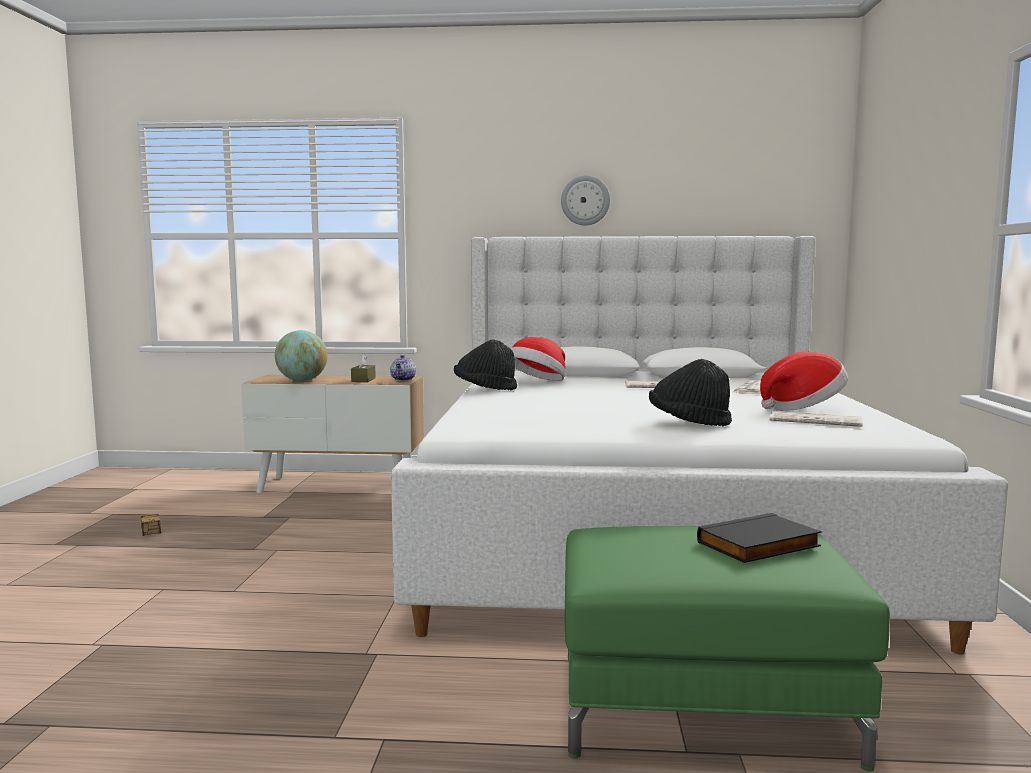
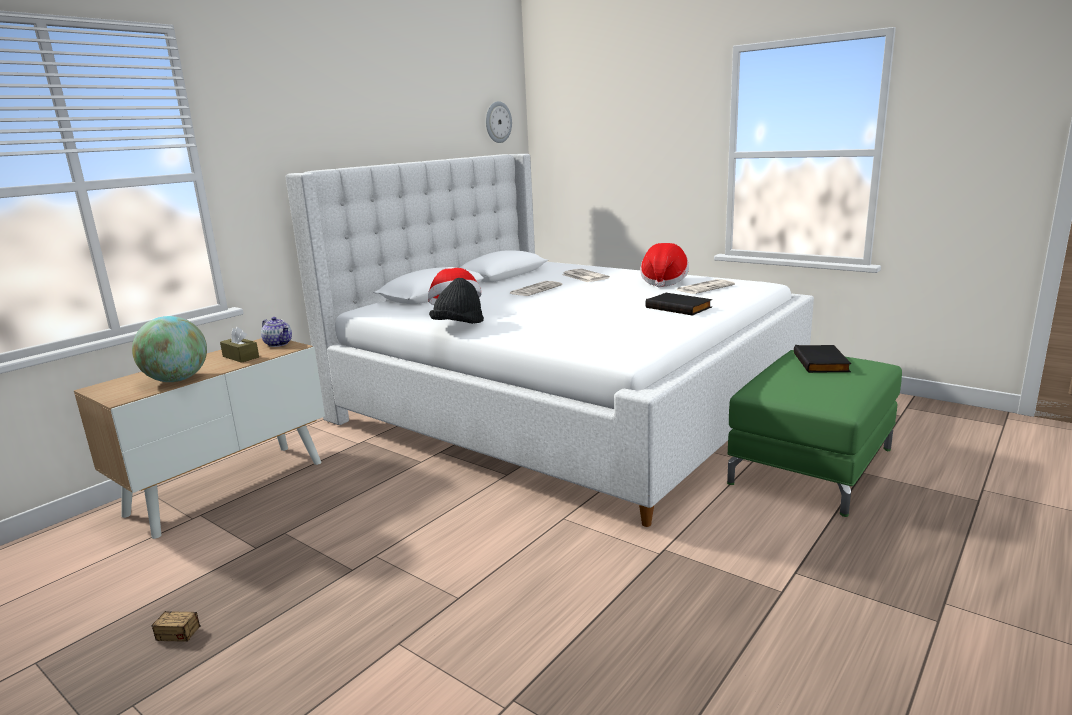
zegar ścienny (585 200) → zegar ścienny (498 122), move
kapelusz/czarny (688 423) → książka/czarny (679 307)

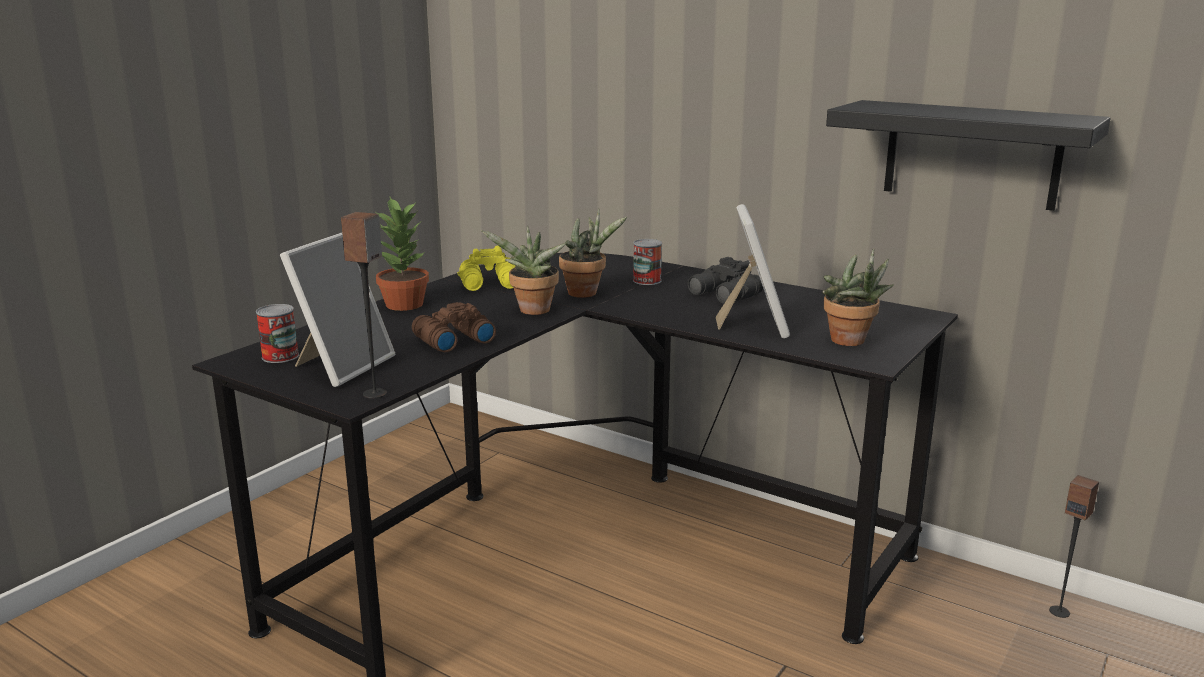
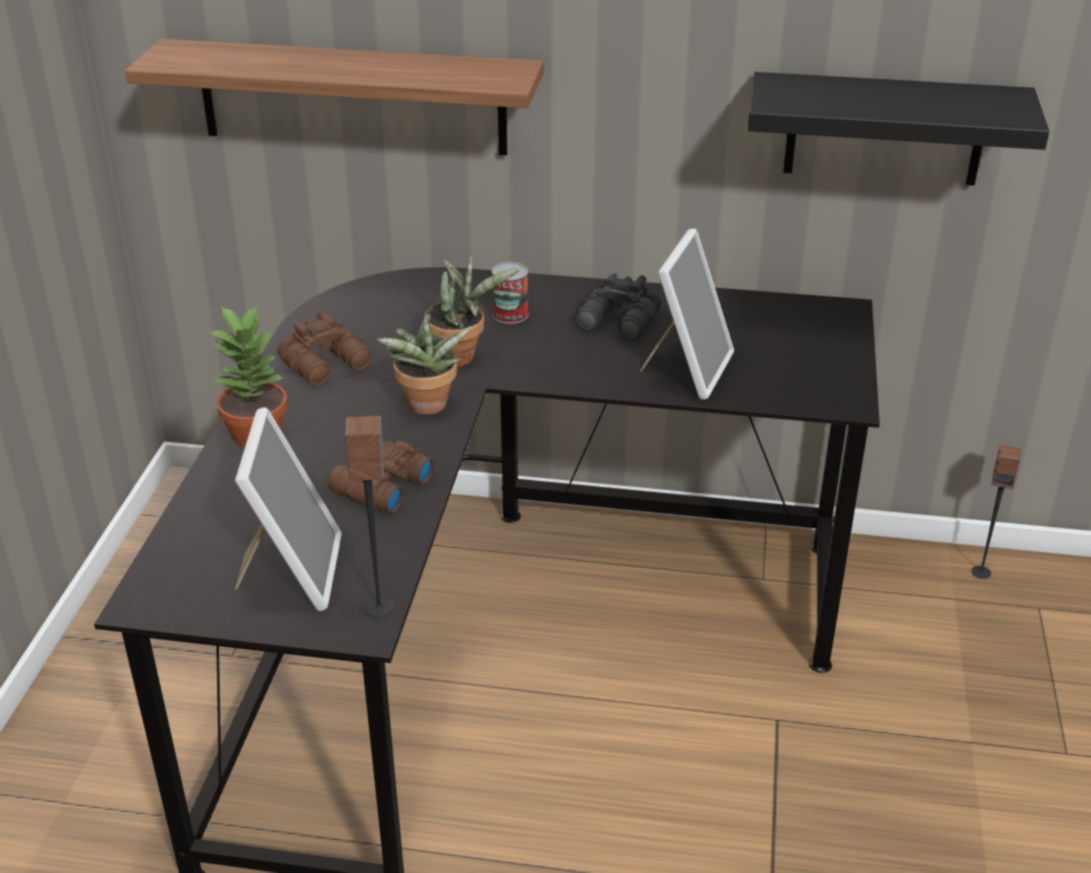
puszka (280 356) → -
roślina doniczkowa (851 342) → -
- → półka (352 97)
lornetka/żółty (491 284) → lornetka/brązowy (328 365)
ramka na zdjęcie (753 324) → ramka na zdjęcie (687 369), 45 degrees clockwise

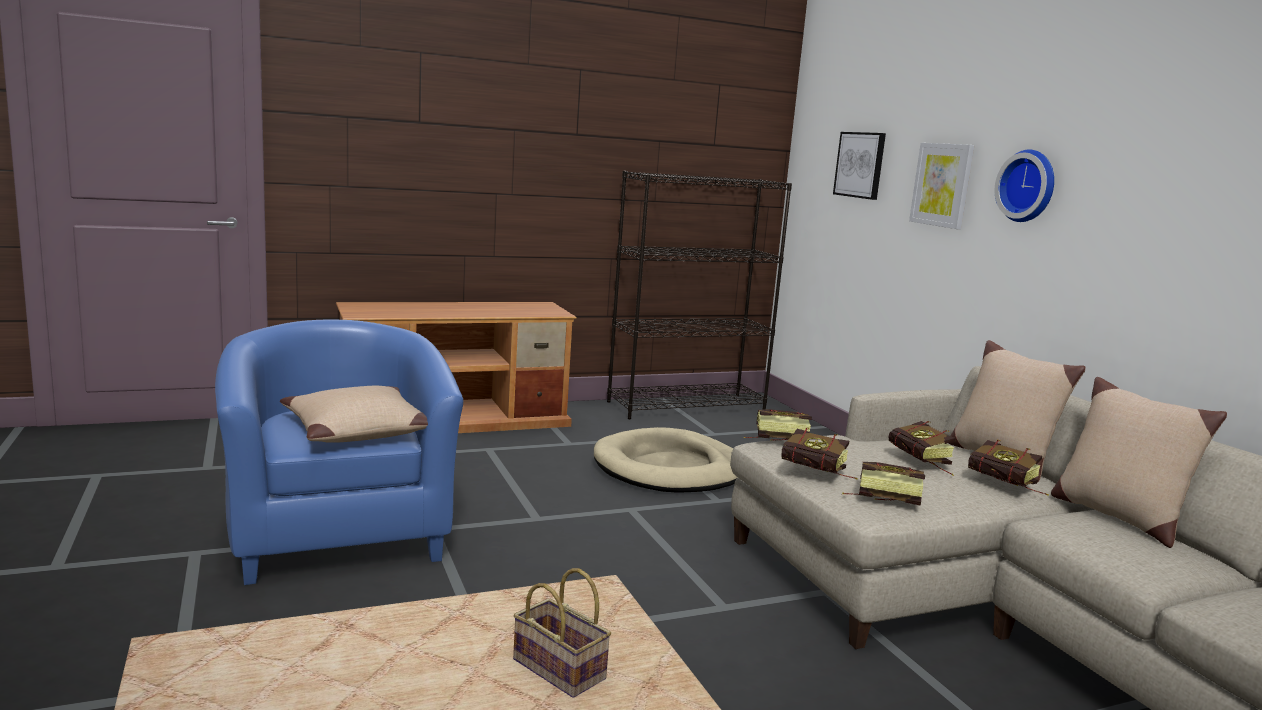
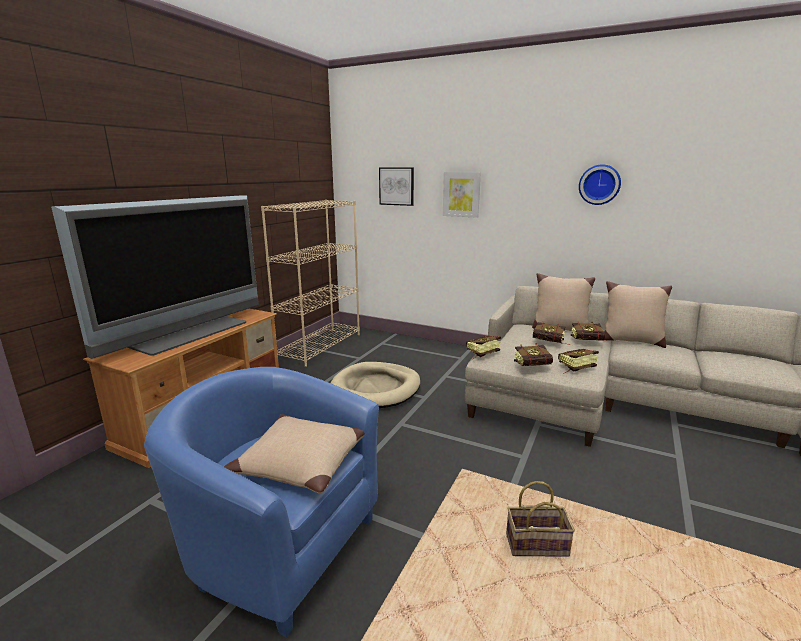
- → telewizor (190 333)
zegar ścienny (1029 186) → zegar ścienny (599 184), move
regał/czarny (687 406) → regał/beżowy (320 346)

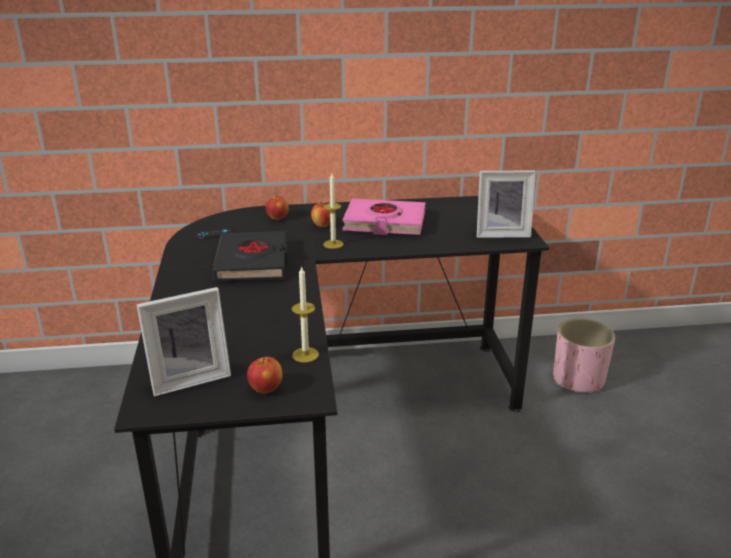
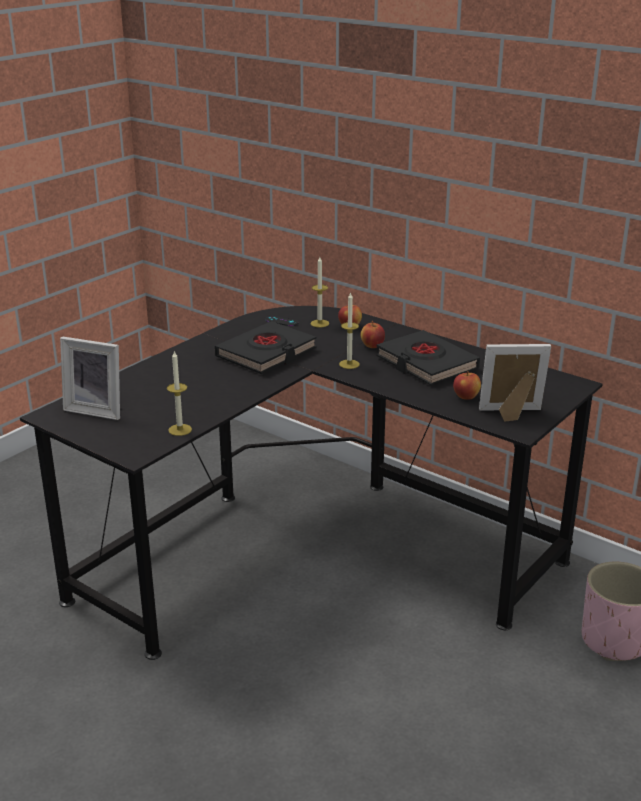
- → świeca (319 323)
jabłko (265 388) → jabłko (466 397), move
książka/różowy (384 223) → książka/czarny (426 363)
ramka na zdjęcie (501 233) → ramka na zdjęcie (512 414), 135 degrees clockwise

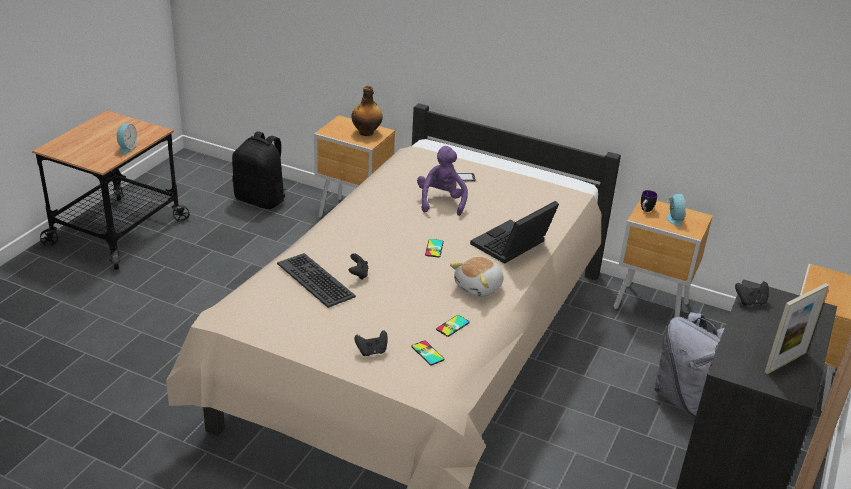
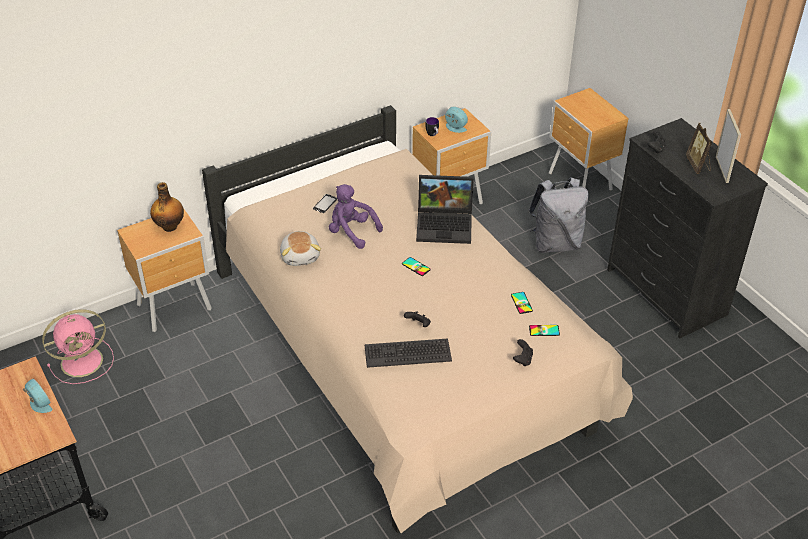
- → ramka na zdjęcie (698 165)
pluszak (479 287) → pluszak (300 256), move
plecak/czarny (261 200) → wentylator/różowy (84 361)
laptop (511 246) → laptop (446 224), 75 degrees counterclockwise

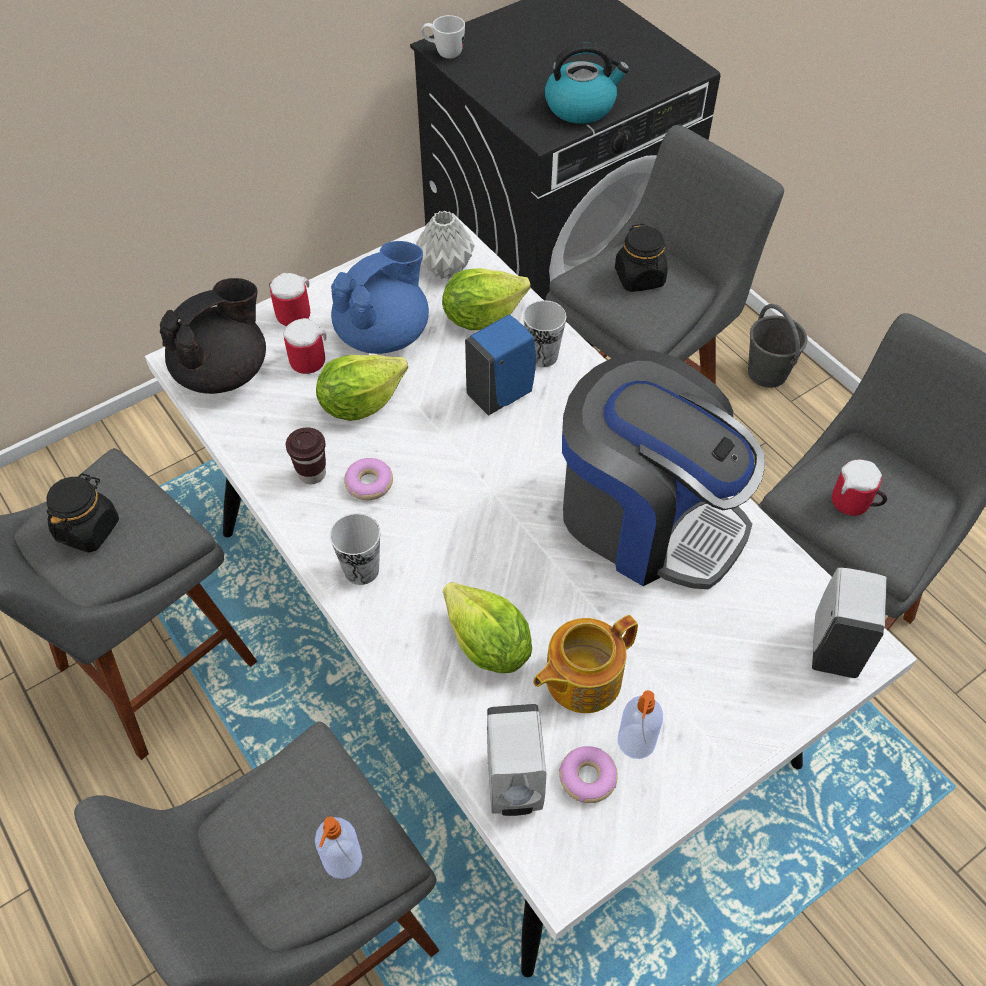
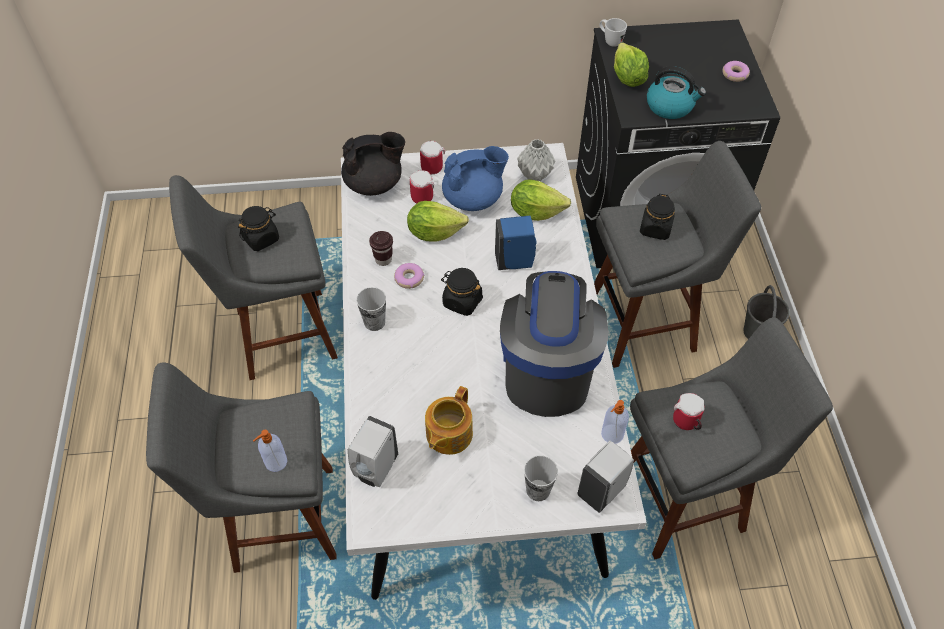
- → słoik/czarny (462 301)
sałata (487 646) → sałata (627 78), move
filiżanka (542 356) → filiżanka (538 490), move
donut (587 778) → donut (734 74), move
dozownik mydła (636 743) → dozownik mydła (611 434), move
imbryk (581 678) → imbryk (448 434), 60 degrees counterclockwise
ekspres do kawy (647 518) → ekspres do kawy (547 368), 150 degrees counterclockwise

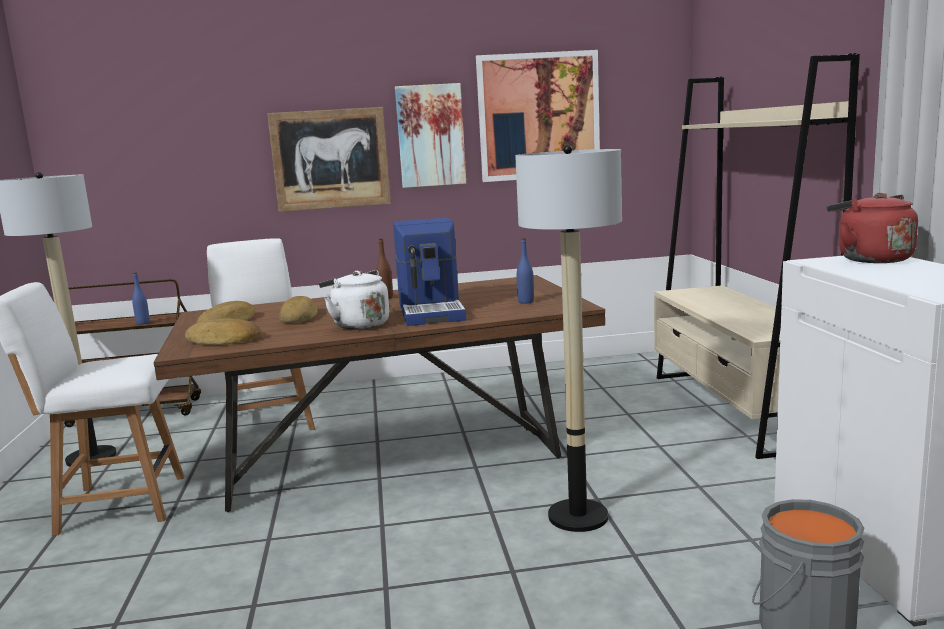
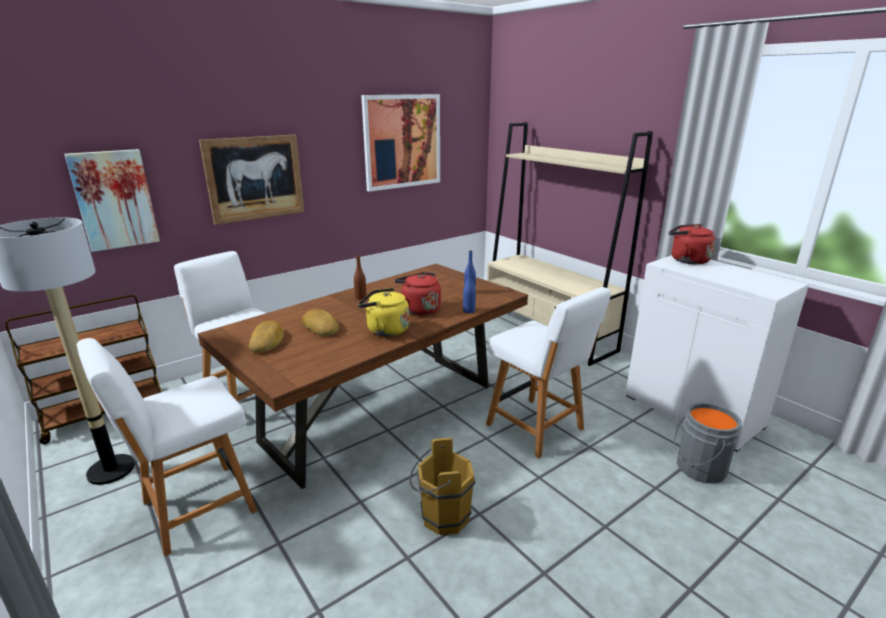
chleb (223 340) → -
- → wiadro/brązowy (441 517)
butelka/niebieski (143 323) → butelka/niebieski (469 311), move
obraz (430 135) → obraz (114 200), move
ekspres do kawy (432 311) → czajnik/czerwony (419 309)
lampa stojąca (577 516) → krzesło/biały (537 428)
czajnik/biały (358 325) → czajnik/żółty (385 330)

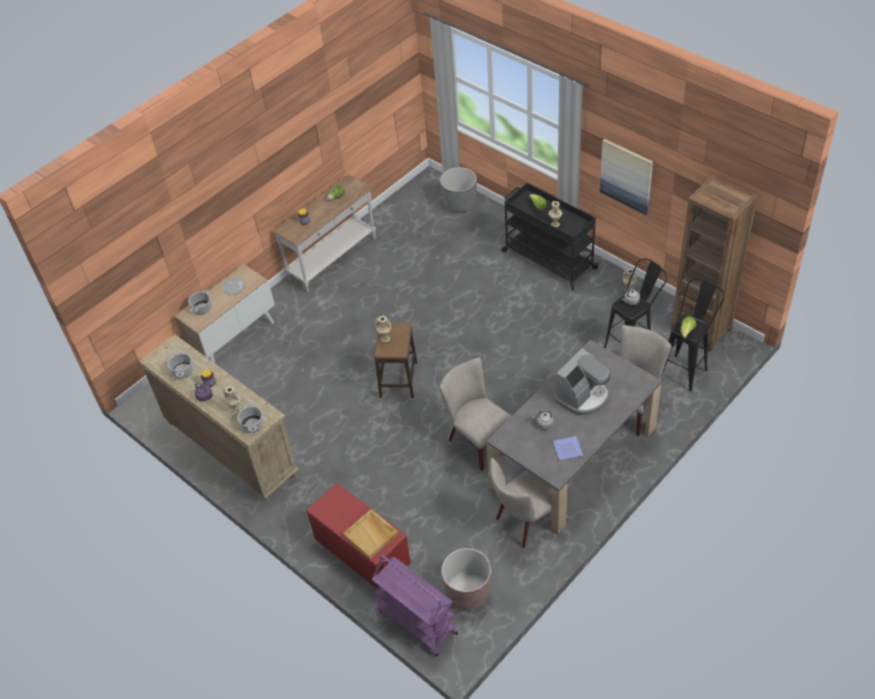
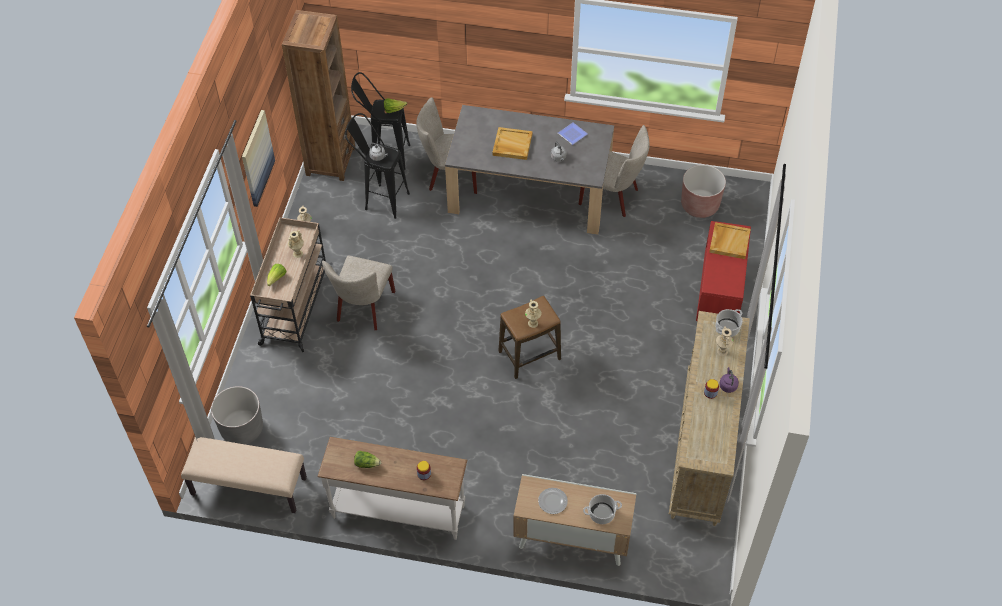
garnek (182 371) → -
wózek/fioletowy (416 621) → -
- → ławka/beżowy (248 487)
krzesło/beżowy (477 440) → krzesło/beżowy (363 309), move
ekspres do kawy (583 396) → taca/beżowy (512 145)
wózek/czarny (548 259) → wózek/beżowy (295 308)

